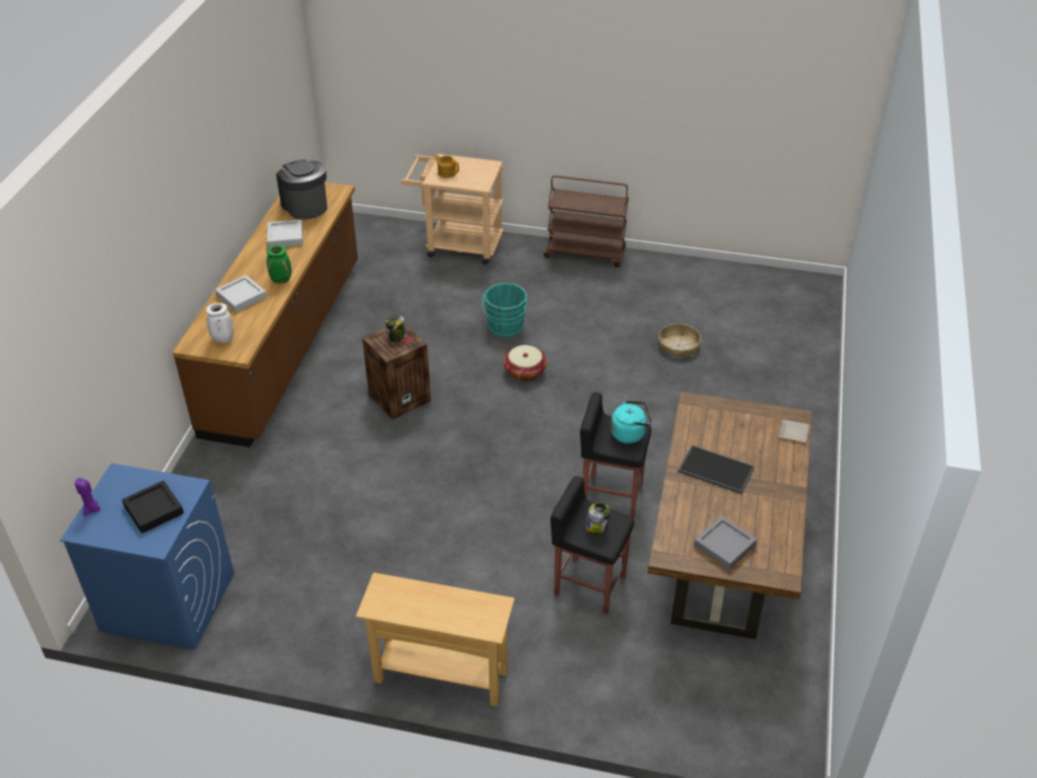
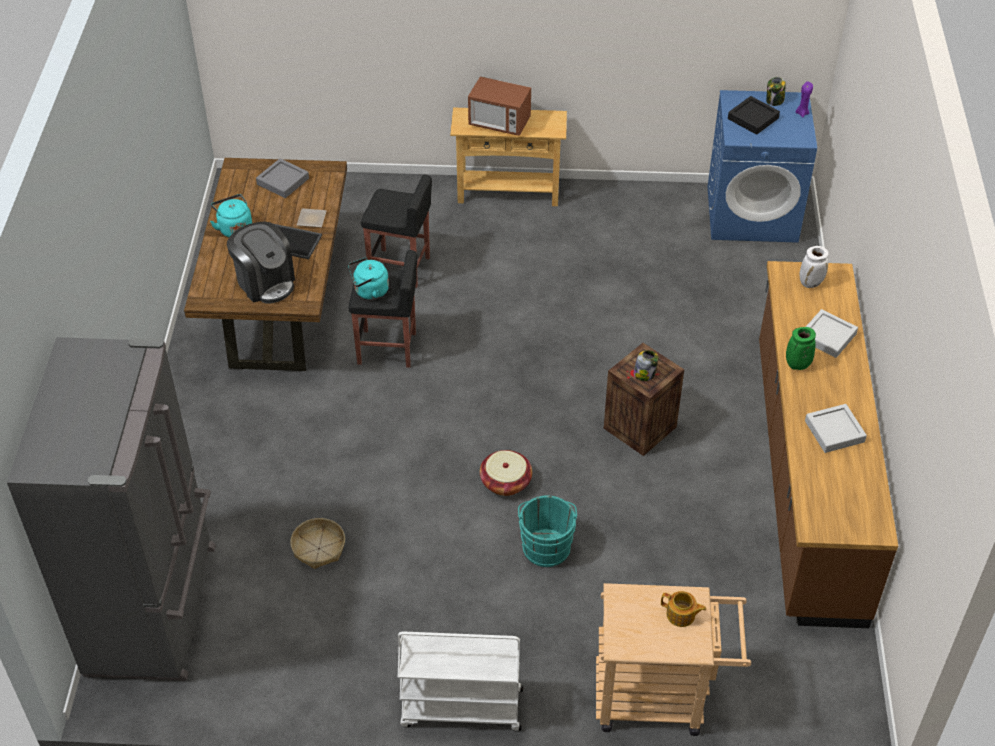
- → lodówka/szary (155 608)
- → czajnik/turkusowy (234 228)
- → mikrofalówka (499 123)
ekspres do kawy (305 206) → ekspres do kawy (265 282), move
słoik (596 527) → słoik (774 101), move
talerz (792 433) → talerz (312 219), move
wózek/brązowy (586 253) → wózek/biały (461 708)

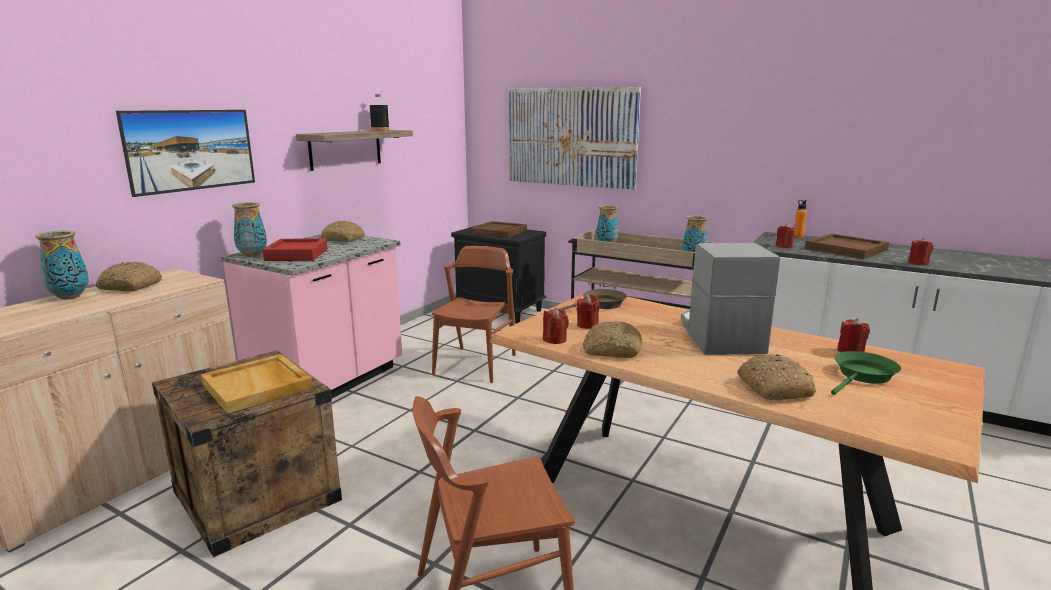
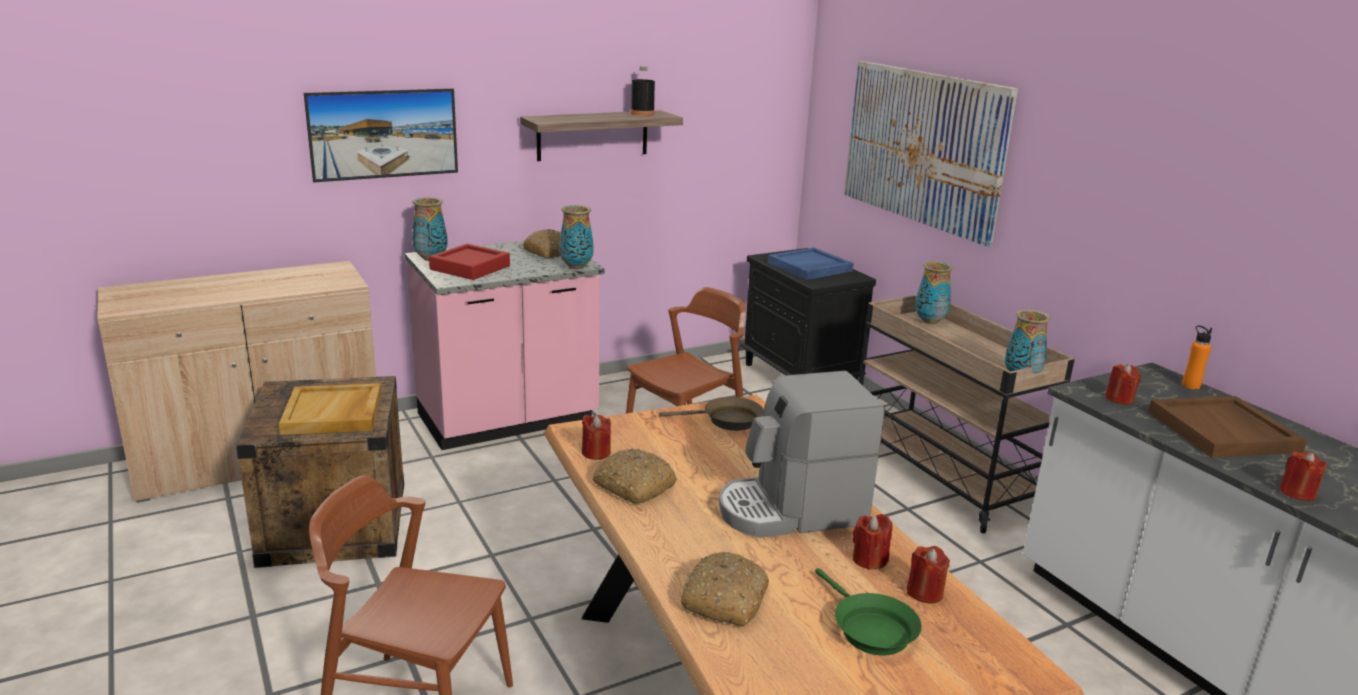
chleb (129 286) → -
wazon (69 297) → wazon (576 267), move
świeca/czerwony (587 325) → świeca/czerwony (869 560), move
taca/brązowy (499 232) → taca/niebieski (809 267)
ekspres do kawy (719 336) → ekspres do kawy (791 510), 135 degrees counterclockwise
patelnia/zielony (863 376) → patelnia/zielony (869 629), 75 degrees clockwise

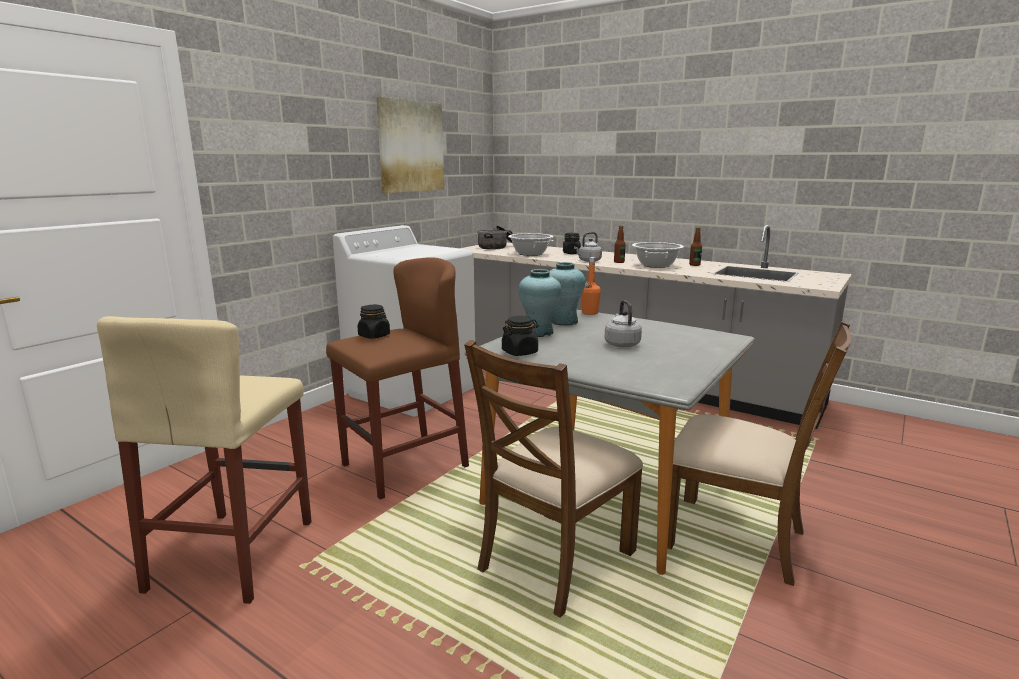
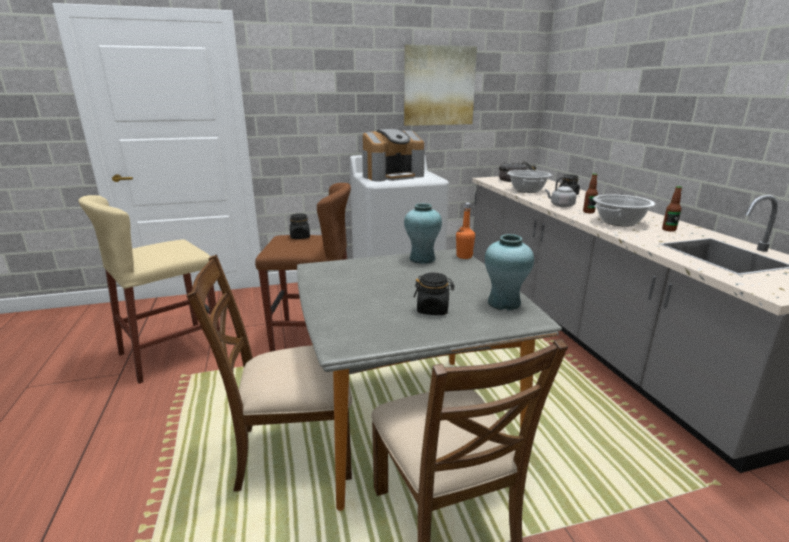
czajnik/szary (621 344) → -
- → ekspres do kawy (392 176)
słoik/czarny (520 352) → słoik/czarny (433 309), move
wazon/turkusowy (538 332) → wazon/turkusowy (504 303), move

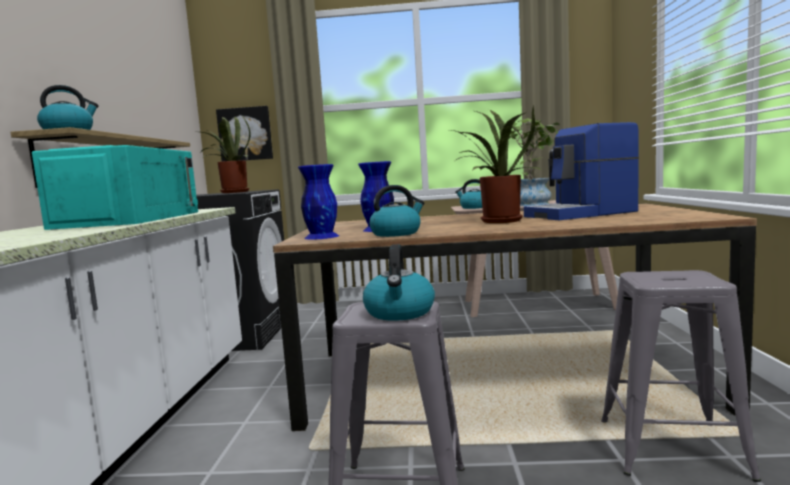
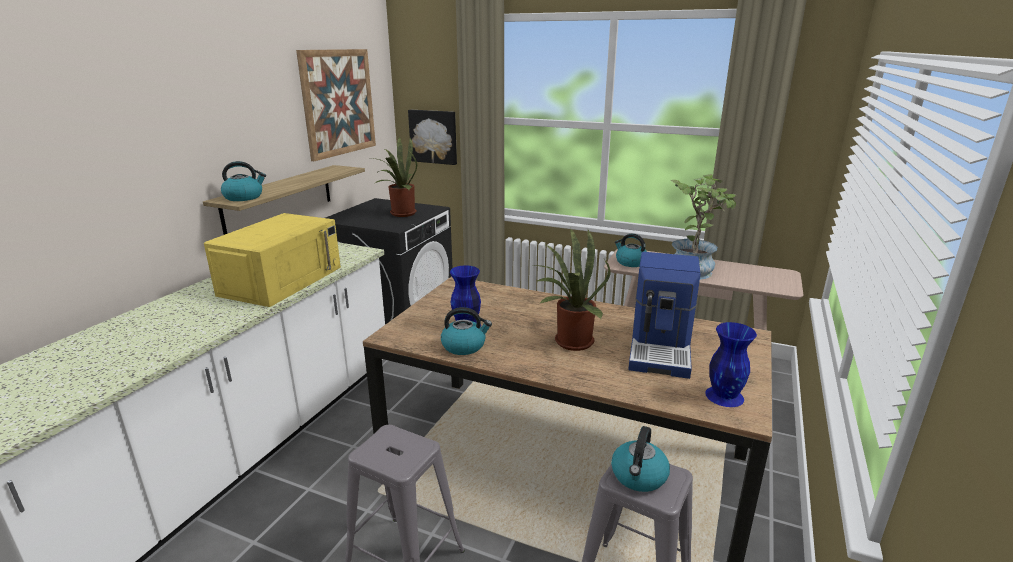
- → obraz (338 102)
wazon/niebieski (321 236) → wazon/niebieski (724 395), move
czajnik (400 313) → czajnik (639 476), move
mikrofalówka/turkusowy (131 219) → mikrofalówka/żółty (282 280)
ekspres do kawy (582 214) → ekspres do kawy (661 349), 75 degrees counterclockwise

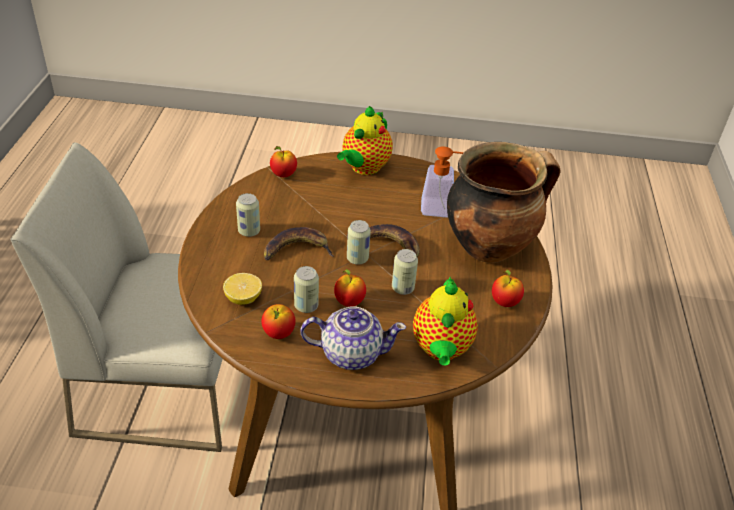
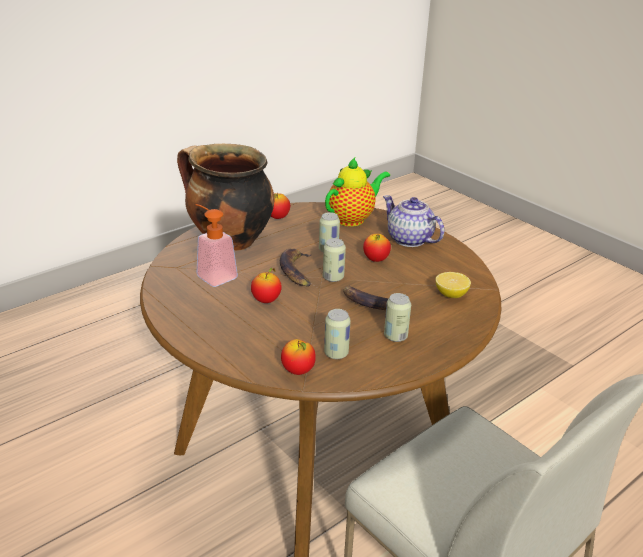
imbryk (364 168) → -
jabłko (278 333) → jabłko (266 300), move
puszka (306 306) → puszka (336 353), move

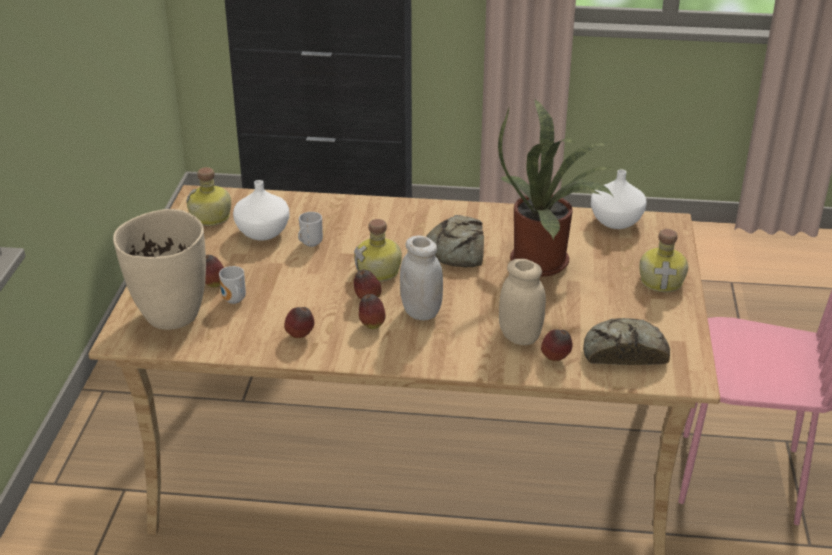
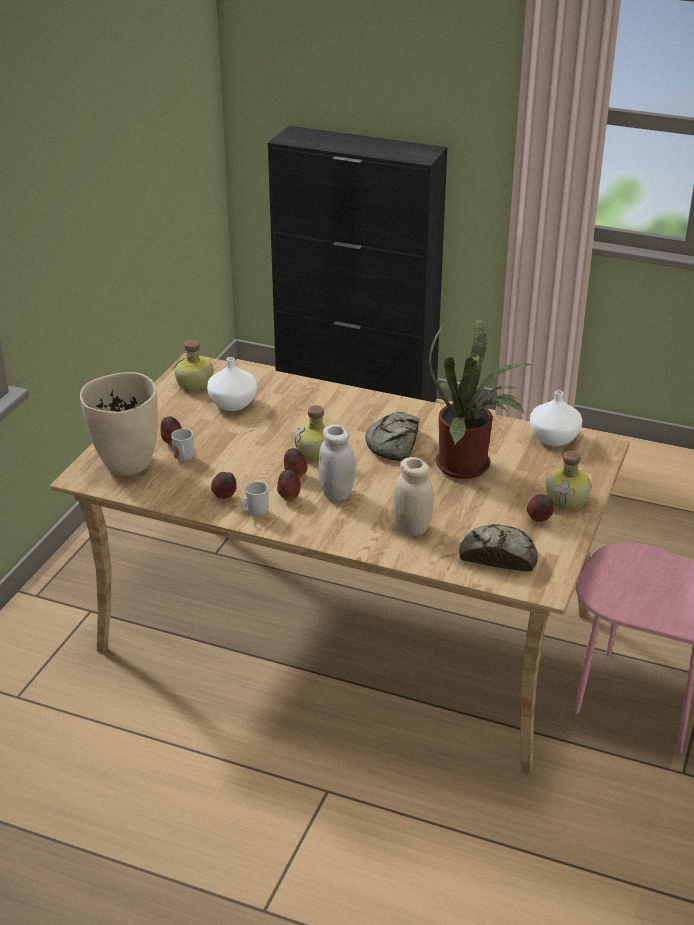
kubek (309 244) → kubek (255 513), move
jabłko (556 359) → jabłko (539 520), move

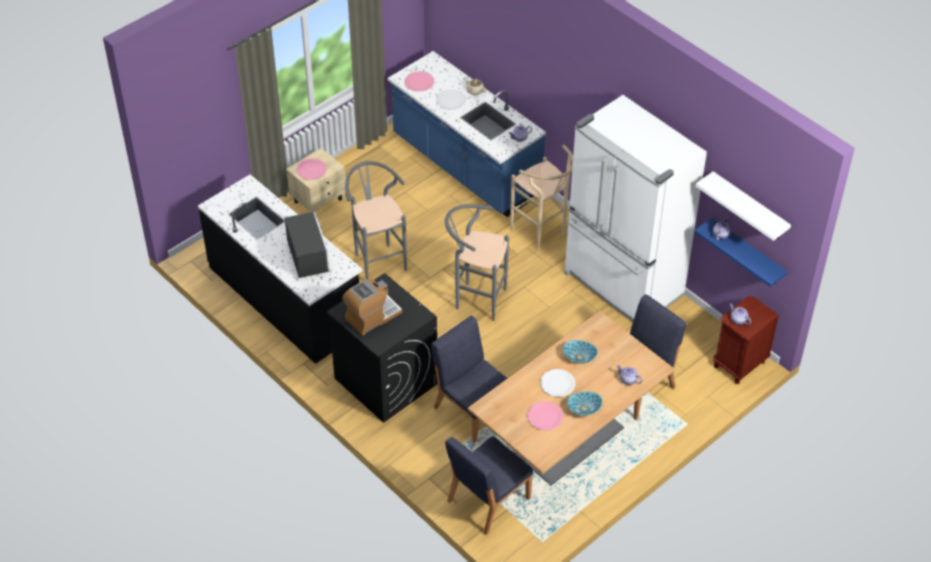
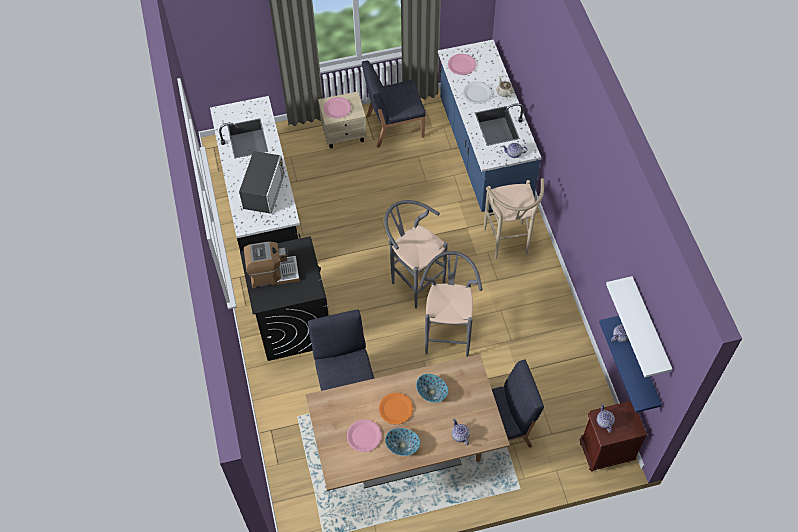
lodówka/biały (622 286) → -
stołek/szary (377 259) → stołek/szary (448 333), move
krzesło/niebieski (487 500) → krzesło/niebieski (394 126), move
talerz/biały (557 383) → talerz/pomarańczowy (396 409)

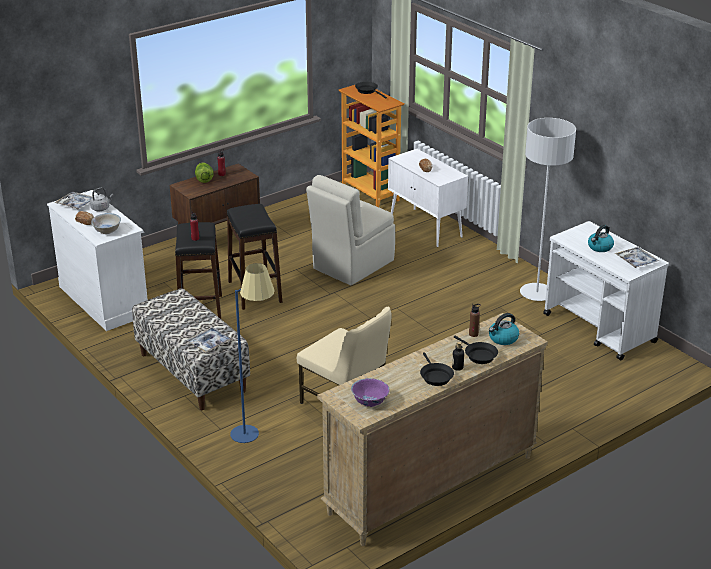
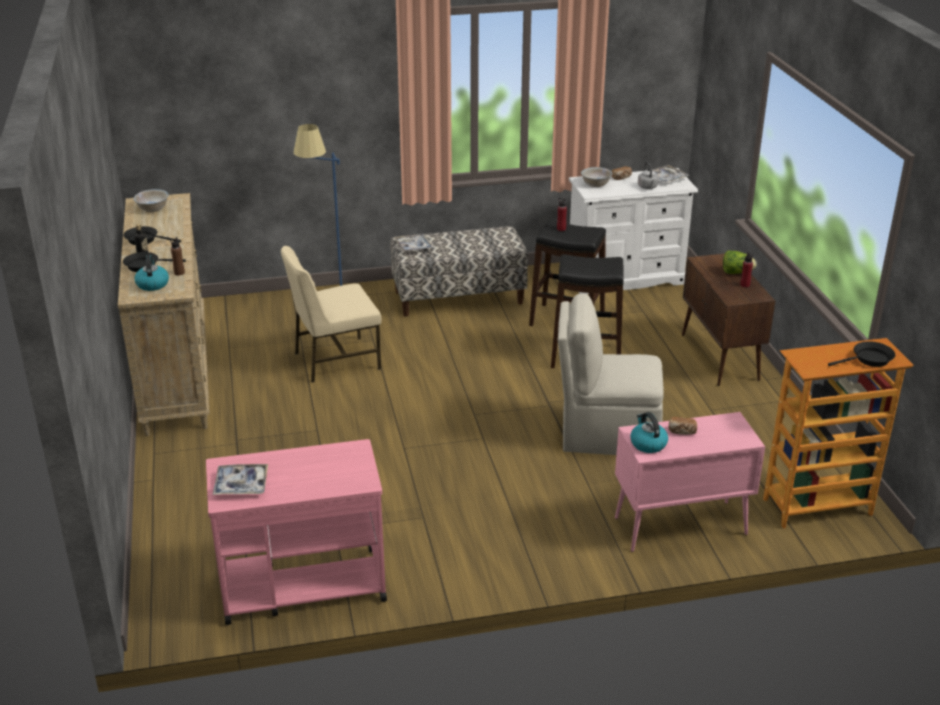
lampa stojąca/szary (537 293) → -
czajnik (600 247) → czajnik (647 444), move
miska/fioletowy (369 401) → miska/biały (153 208)
szafka/biały (426 228) → szafka/różowy (679 526)
wózek/biały (599 329) → wózek/różowy (301 585)
krzesło/beżowy (351 265) → krzesło/beżowy (606 434), 60 degrees counterclockwise

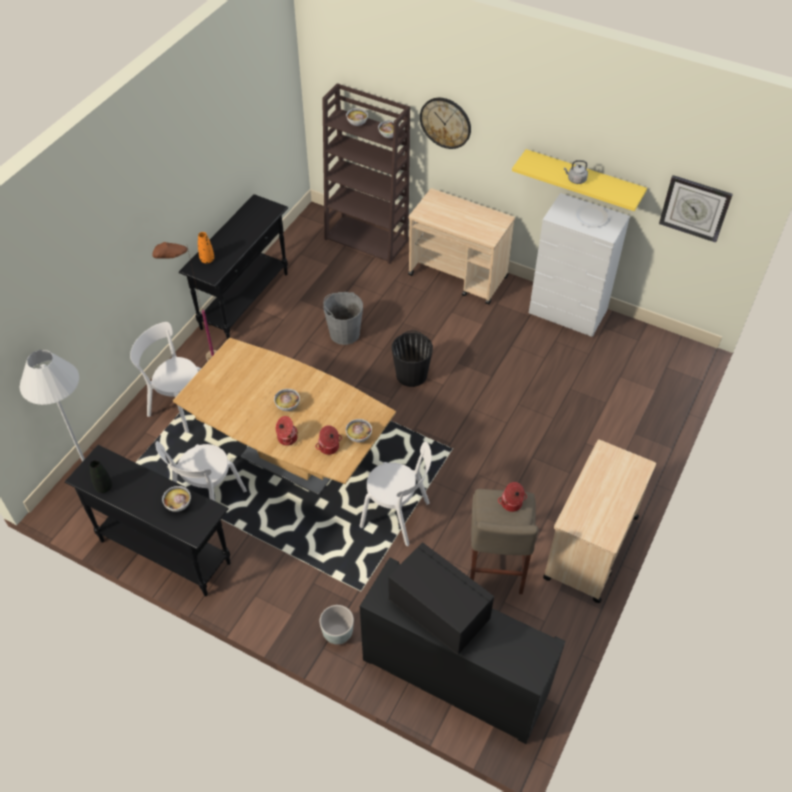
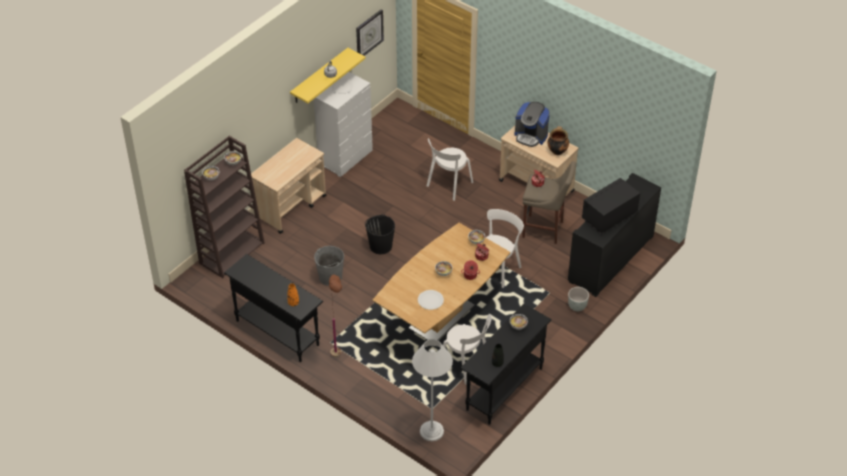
zegar ścienny (445 122) → -
- → talerz/biały (430 300)
- → ekspres do kawy (531 136)
- → garnek (557 151)
krzesło/biały (179 405) → krzesło/biały (448 185), move

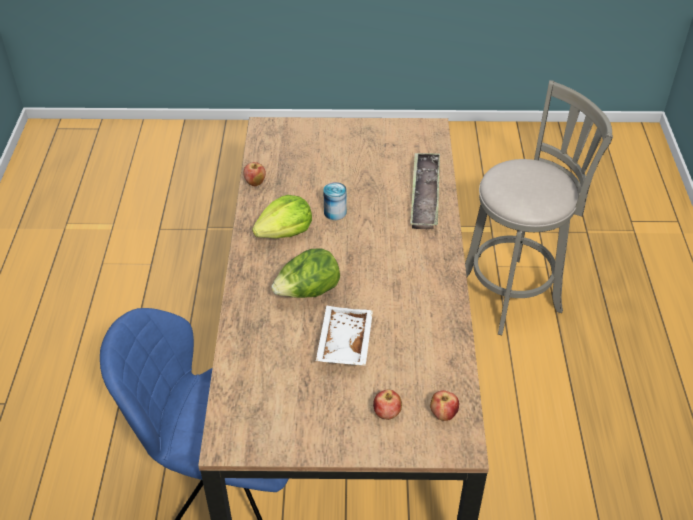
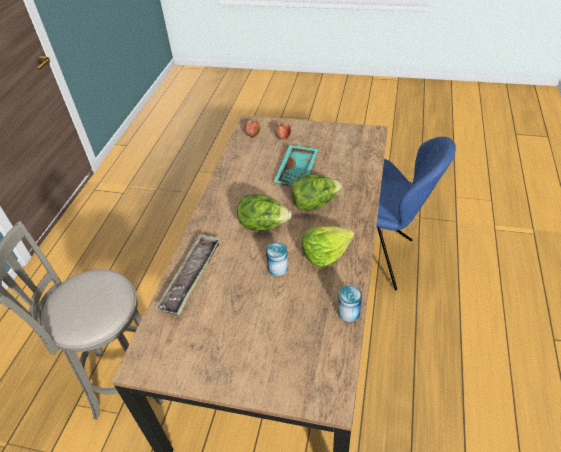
- → sałata (263 225)
jabłko (255 183) → puszka (349 312)
taca/biały (343 342) → taca/turkusowy (298 171)

